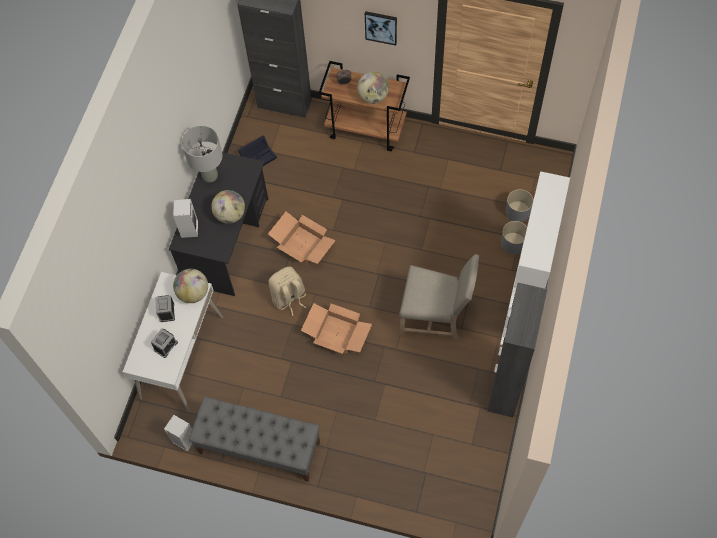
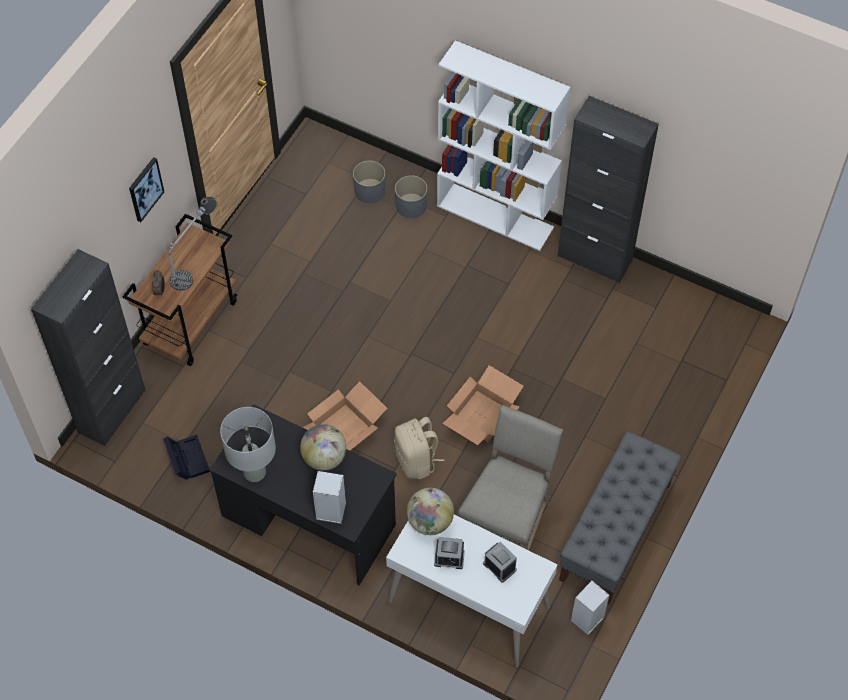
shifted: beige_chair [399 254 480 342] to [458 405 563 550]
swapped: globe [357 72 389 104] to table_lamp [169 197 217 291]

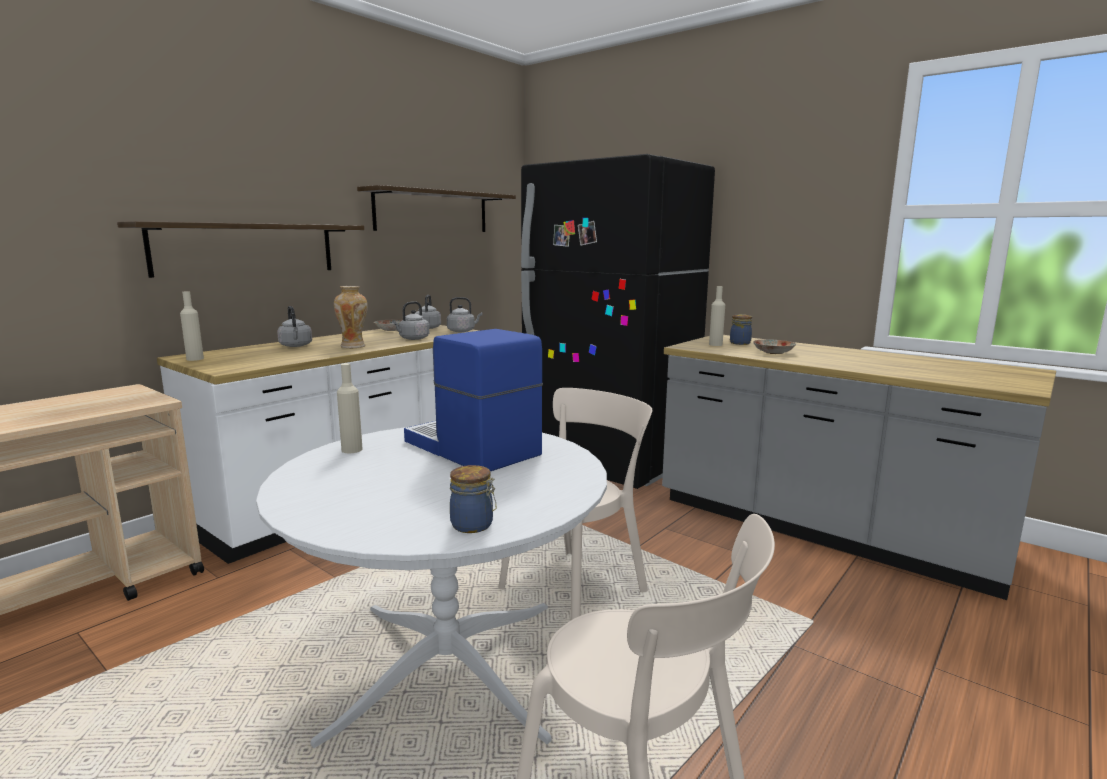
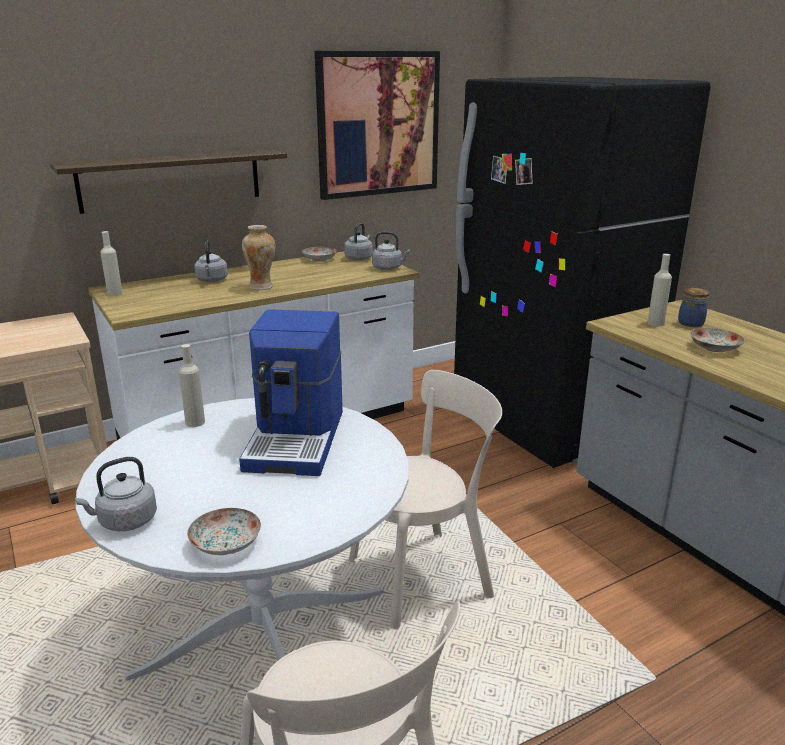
shifted: grey_kettle [392 301 430 340] to [74 457 157 531]
swapped: jar [450 465 496 533] to plate [187 508 261 555]; shelf [357 185 516 232] to picture [315 51 440 200]
rotated: coffee_machine [404 329 543 471] = [239 309 343 476] 150 degrees counterclockwise

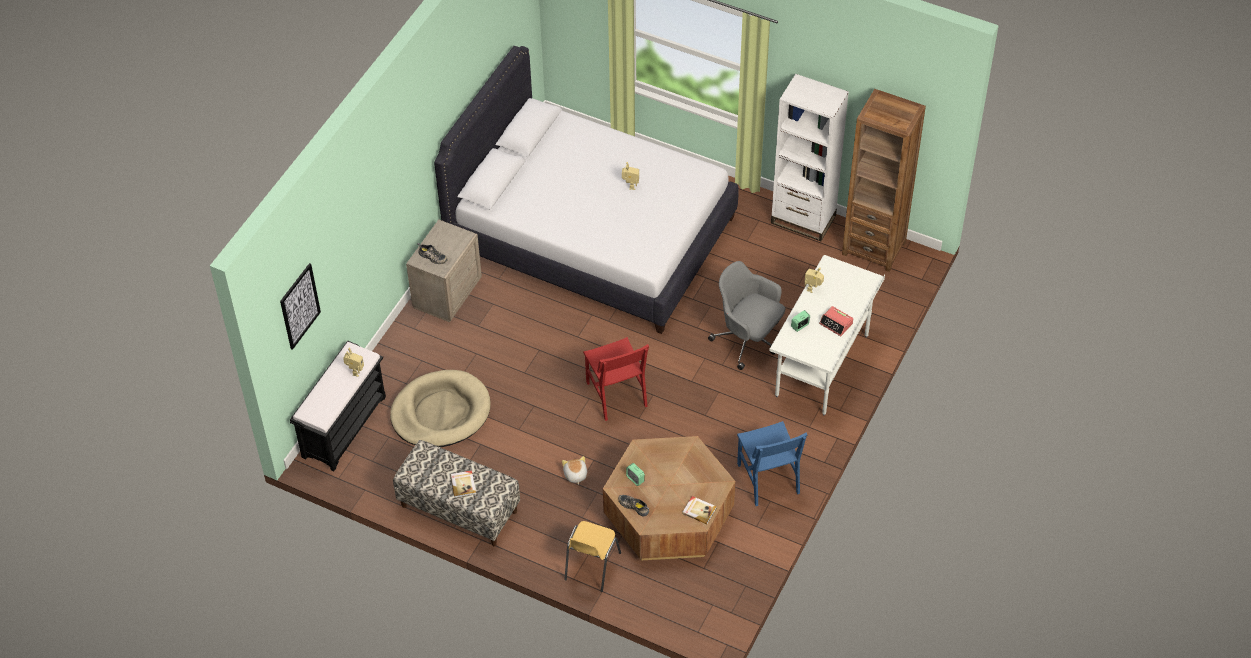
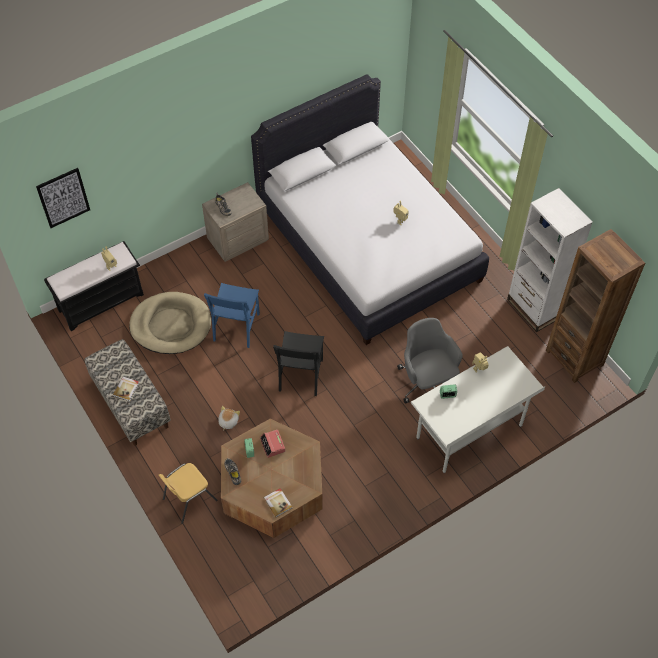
shifted: blue_chair [737 421 808 506] to [204 283 260 348]; alarm_clock [819 306 853 336] to [260 429 285 458]
repainted: red_chair [583 337 649 421] to black_chair [273 331 324 396]

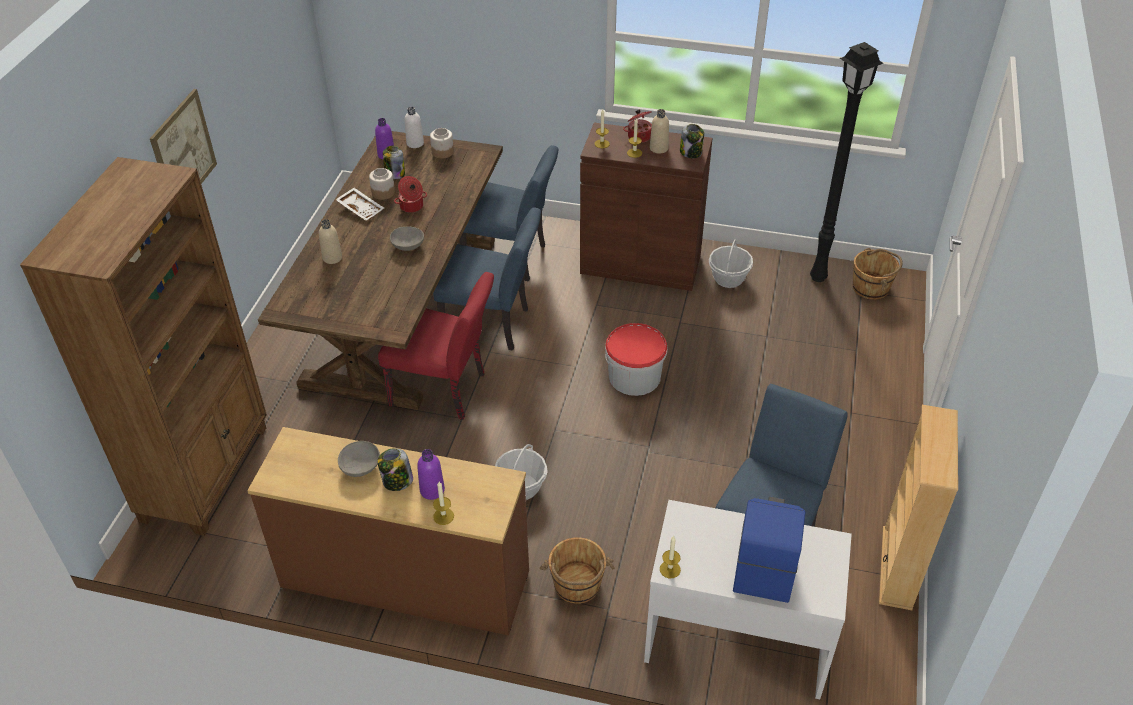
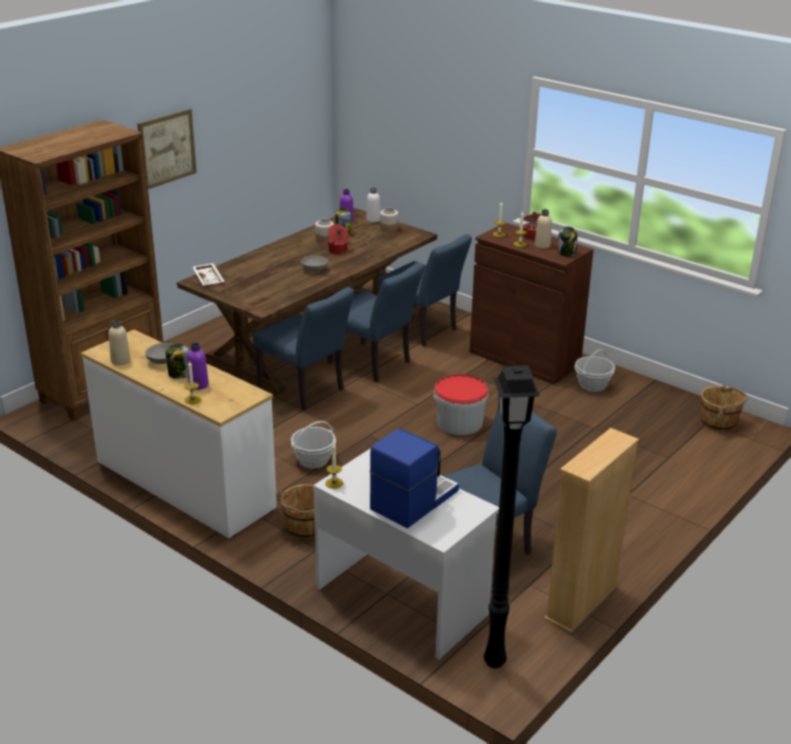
shifted: beige_bottle [319 219 342 264] to [109 319 131 365]; white_tray [335 188 384 221] to [193 263 224 287]; black_floor_lamp [810 42 883 282] to [484 365 540 668]
repainted: brown_dresser [247 427 529 636] to white_dresser [81 330 277 538]; red_chair [378 272 494 420] to blue_chair [253 287 354 411]

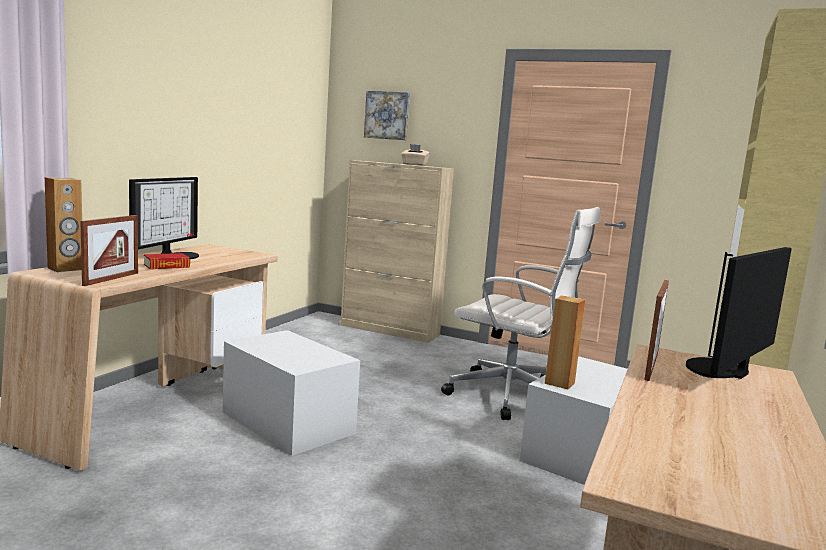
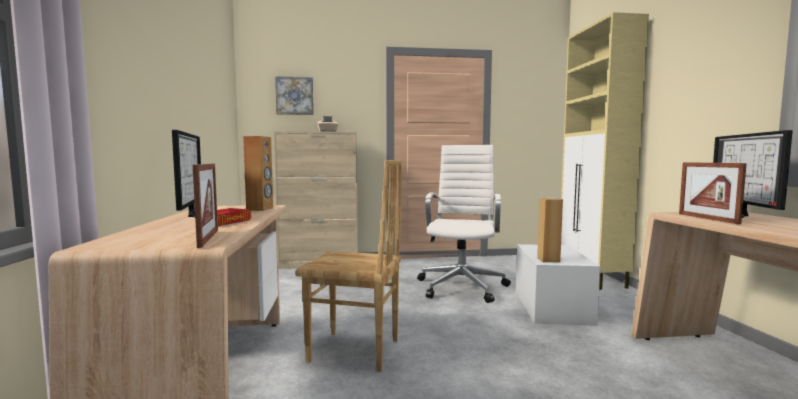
shifted: brown_speaker [45 177 82 272] to [243 136 273 211]
swapped: white_storage_box [223 330 360 456] to brown_chair [295 160 402 372]
rotated: white_office_chair [441 207 601 420] = [417 145 511 303] 75 degrees counterclockwise

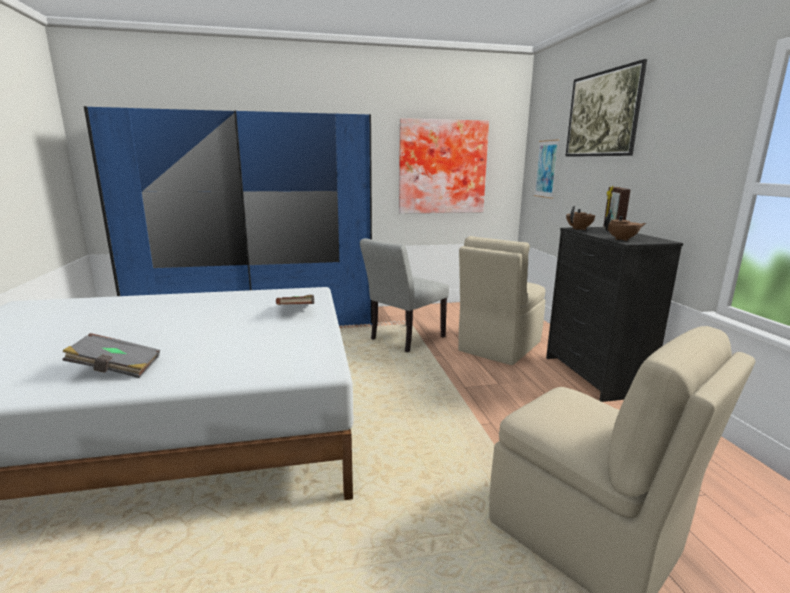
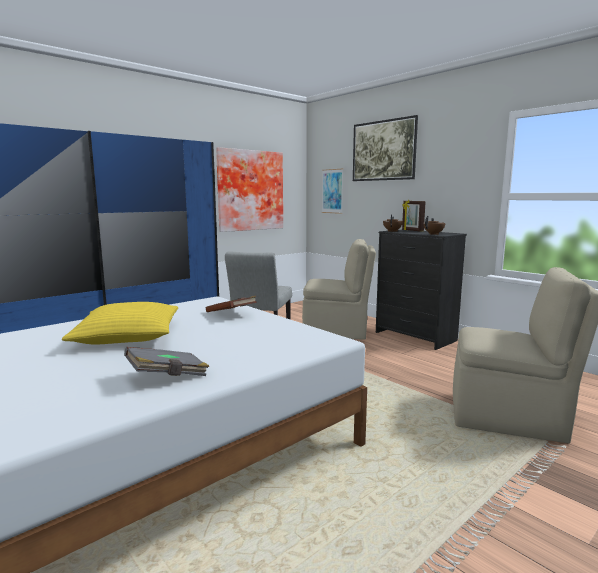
new: yellow_pillow [62 302 178 344]
rotated: beige_chair [458 236 545 365] = [302 239 376 340] 90 degrees counterclockwise

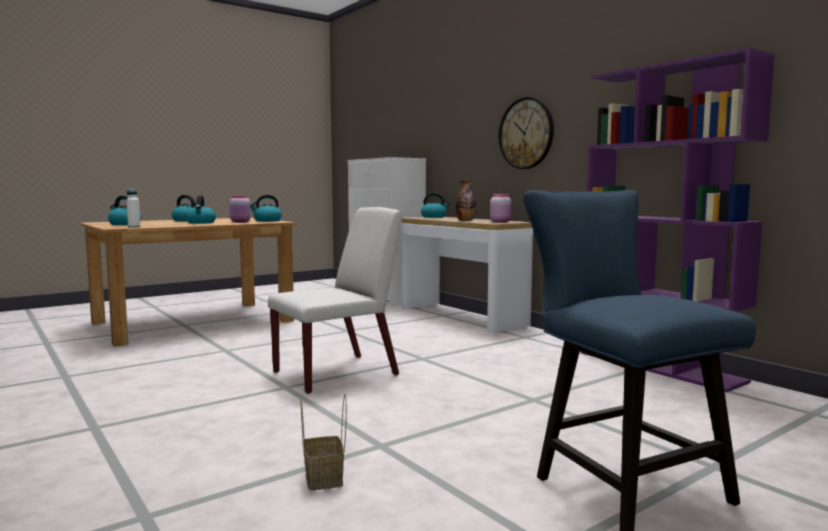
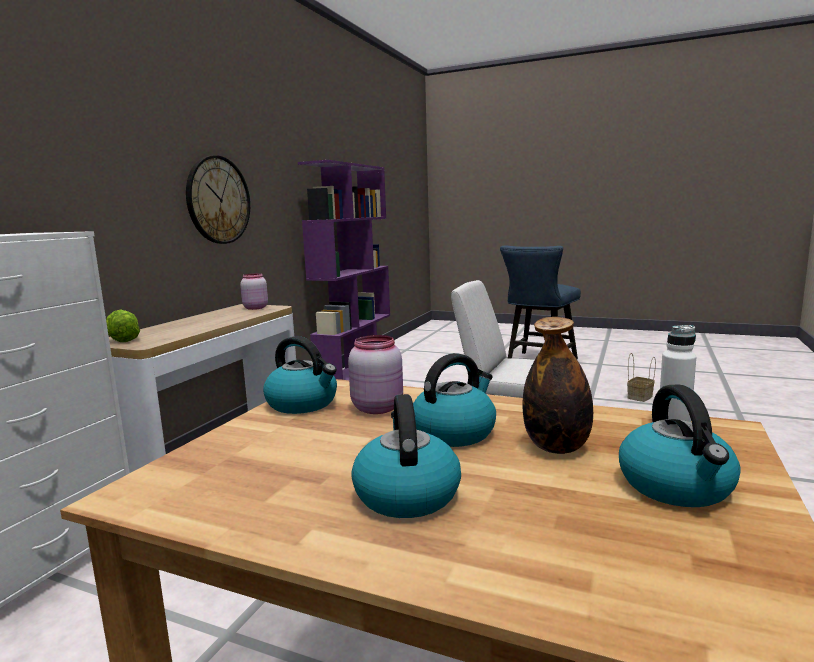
shifted: bottle [456 180 477 221] to [522 317 593 454]
swapped: kettle [421 193 450 218] to lettuce [106 310 140 342]

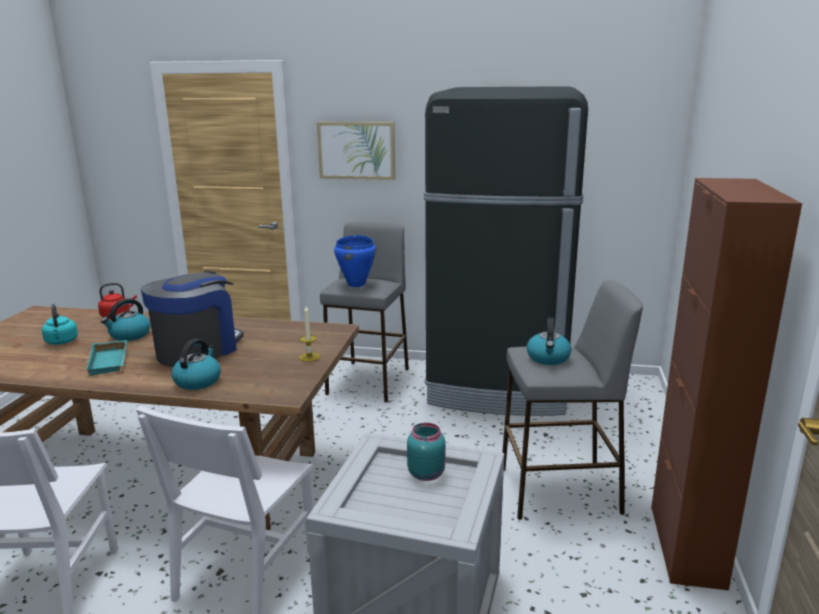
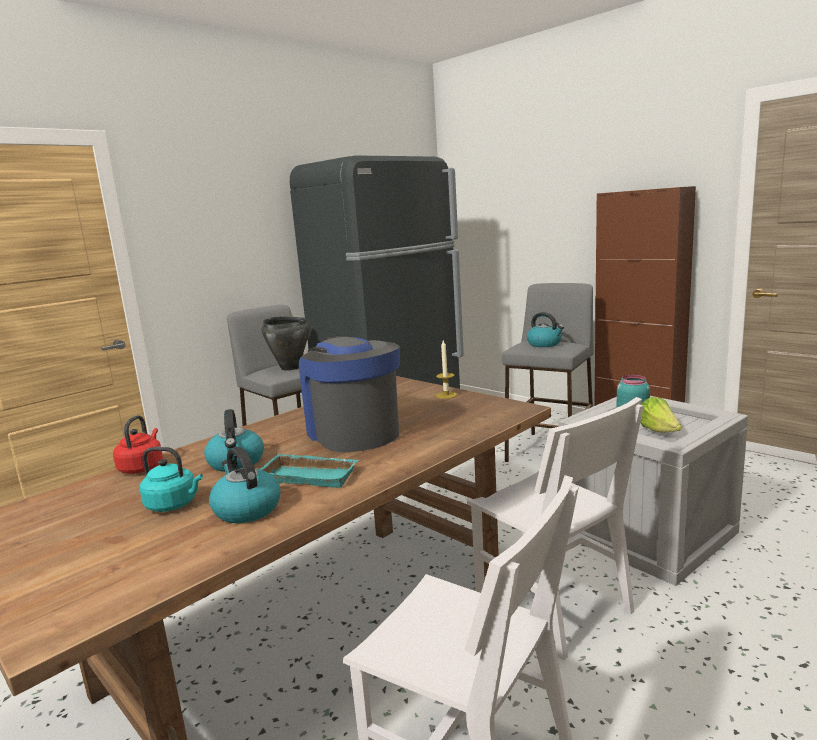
gone: picture [317 122 395 180]
new: lettuce [640 397 682 432]
shifted: kettle [172 339 221 390] to [209 447 280 523]
repainted: blue_cooking_pot [334 235 376 287] to black_cooking_pot [262 317 310 371]

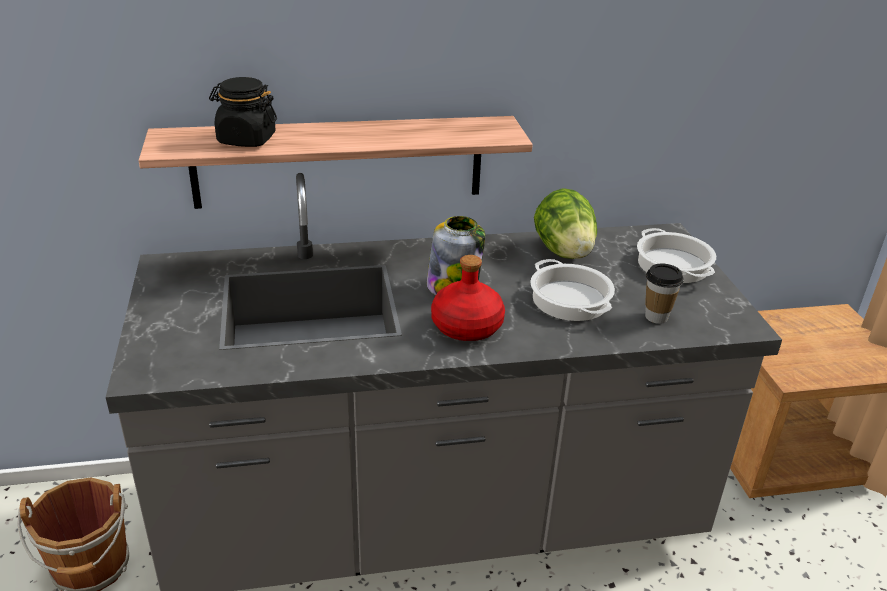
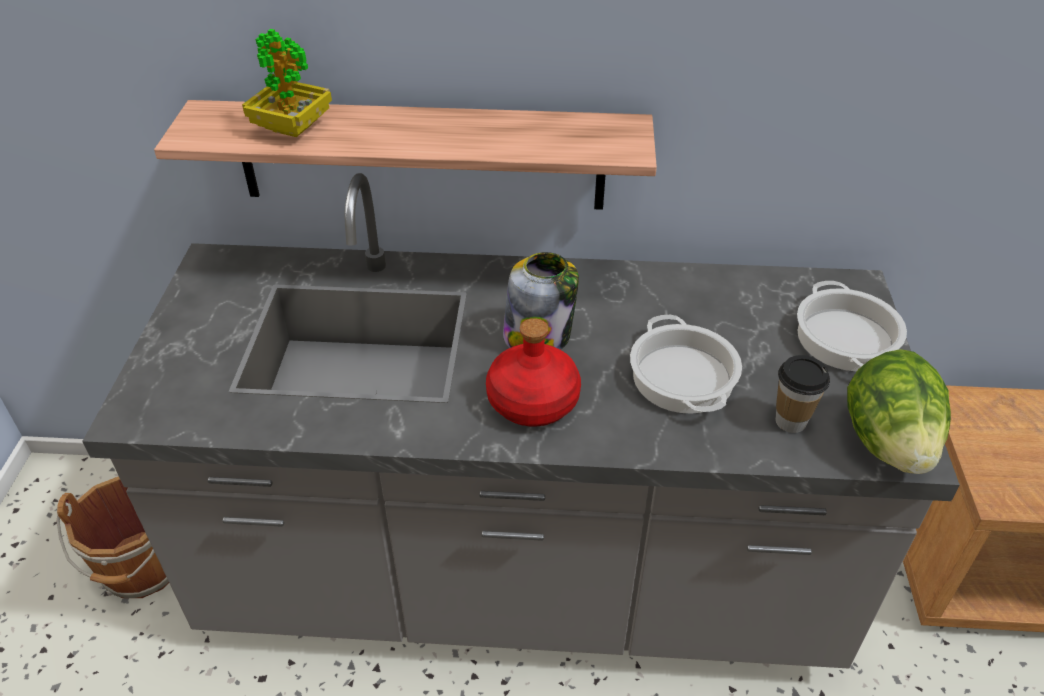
shifted: lettuce [534 188 597 259] to [847 349 951 474]
swapped: black_jar [209 77 277 147] to potted_plant [242 29 332 137]

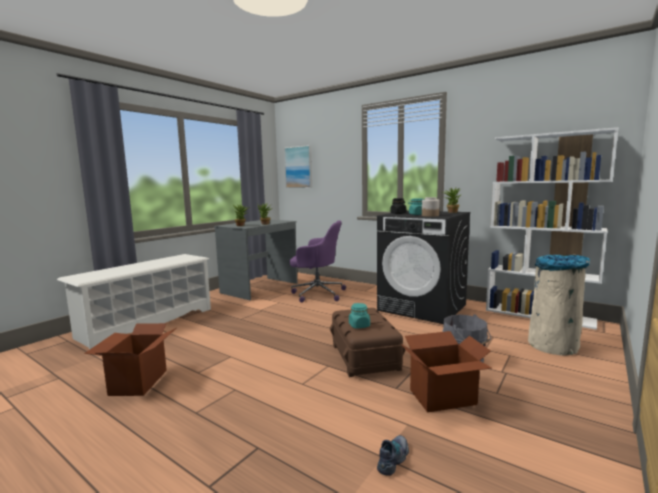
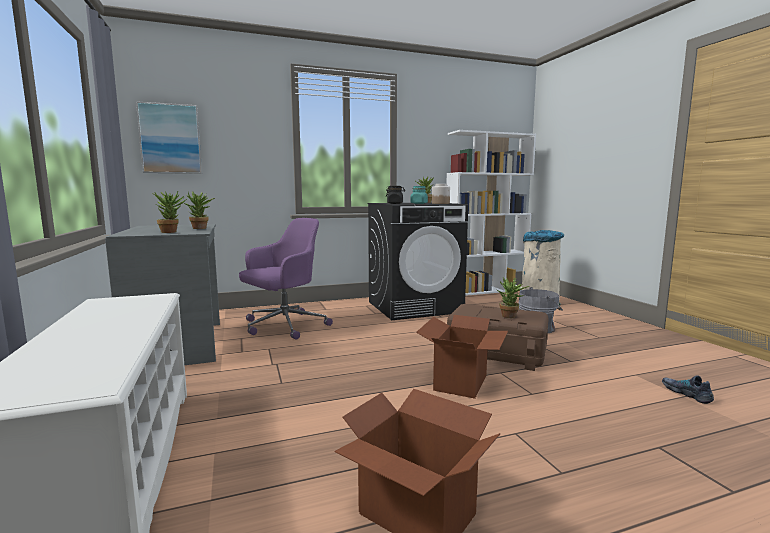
shifted: cardboard_box [400 331 492 413] to [416 315 508 399]
swapped: turquoise_jar [349 303 370 328] to potted_plant [497 277 529 318]

